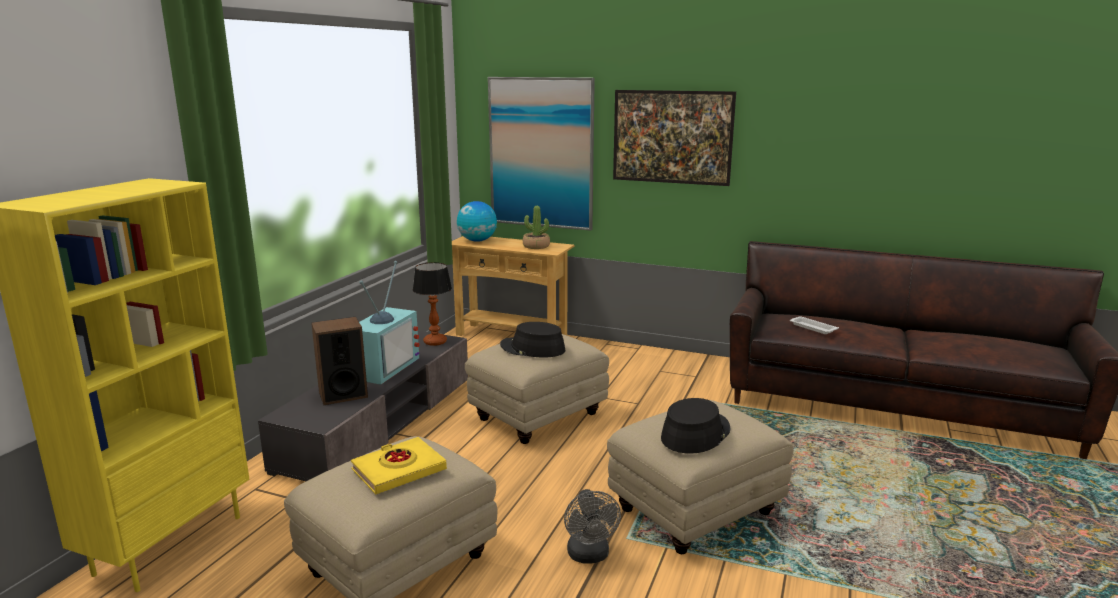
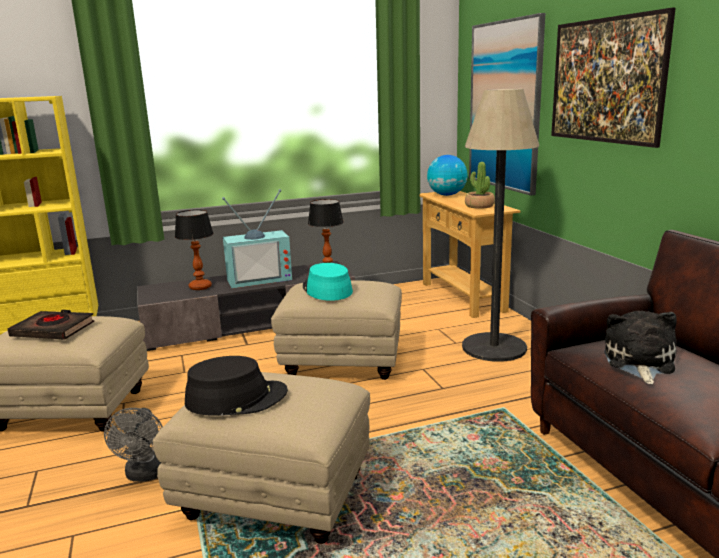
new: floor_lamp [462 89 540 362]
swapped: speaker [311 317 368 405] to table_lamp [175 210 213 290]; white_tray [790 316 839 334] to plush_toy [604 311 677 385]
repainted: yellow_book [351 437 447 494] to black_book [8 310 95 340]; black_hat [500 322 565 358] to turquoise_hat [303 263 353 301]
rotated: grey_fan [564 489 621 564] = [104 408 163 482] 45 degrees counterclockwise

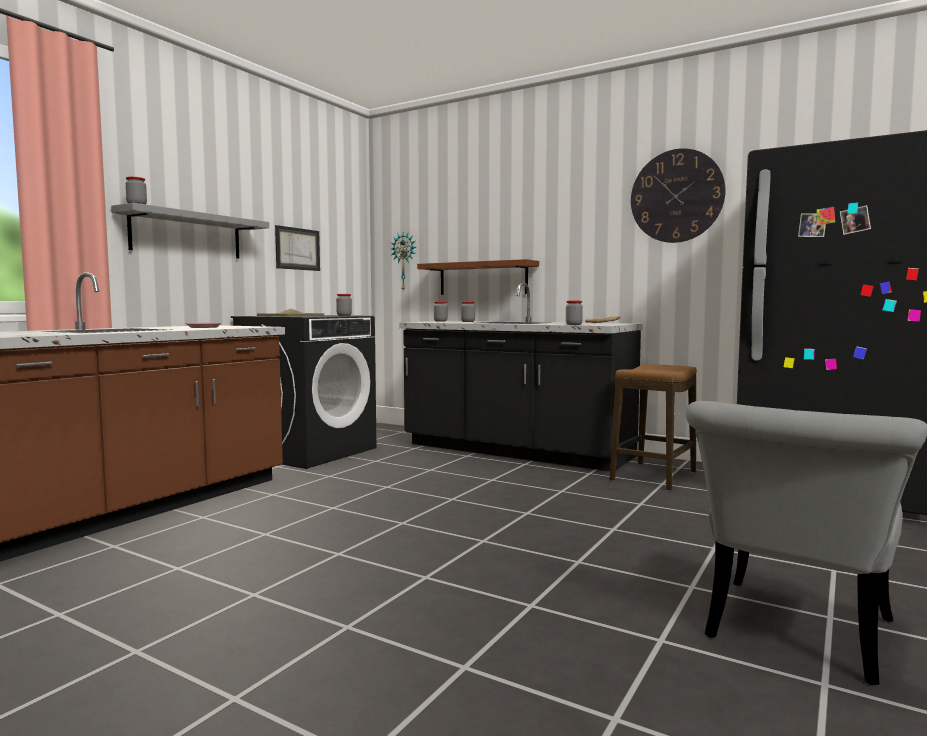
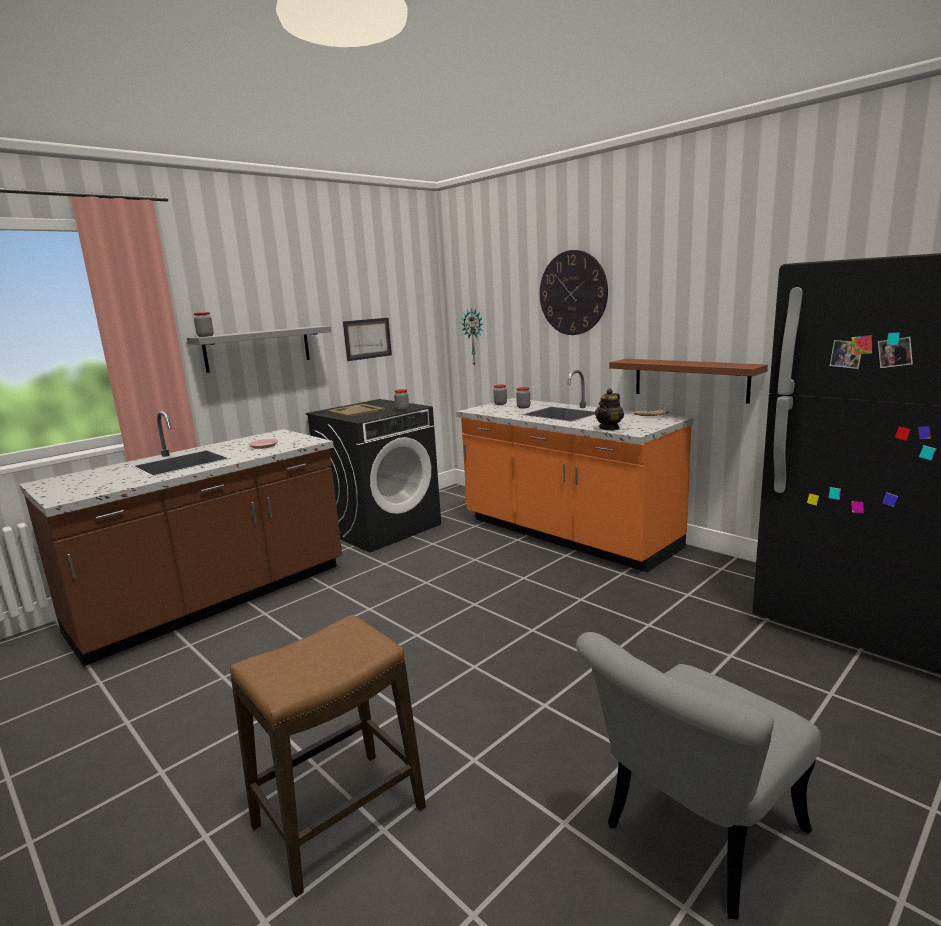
shifted: stool [609 364 697 491] to [230 614 426 897]; wall_clock [631 148 726 243] to [540 250 608 335]; brown_shelf [417 259 539 295] to [609 359 768 404]
swapped: jar [566 301 583 325] to teapot [595 388 624 431]
repainted: black_counter [399 283 643 471] to orange_counter [456 370 693 573]

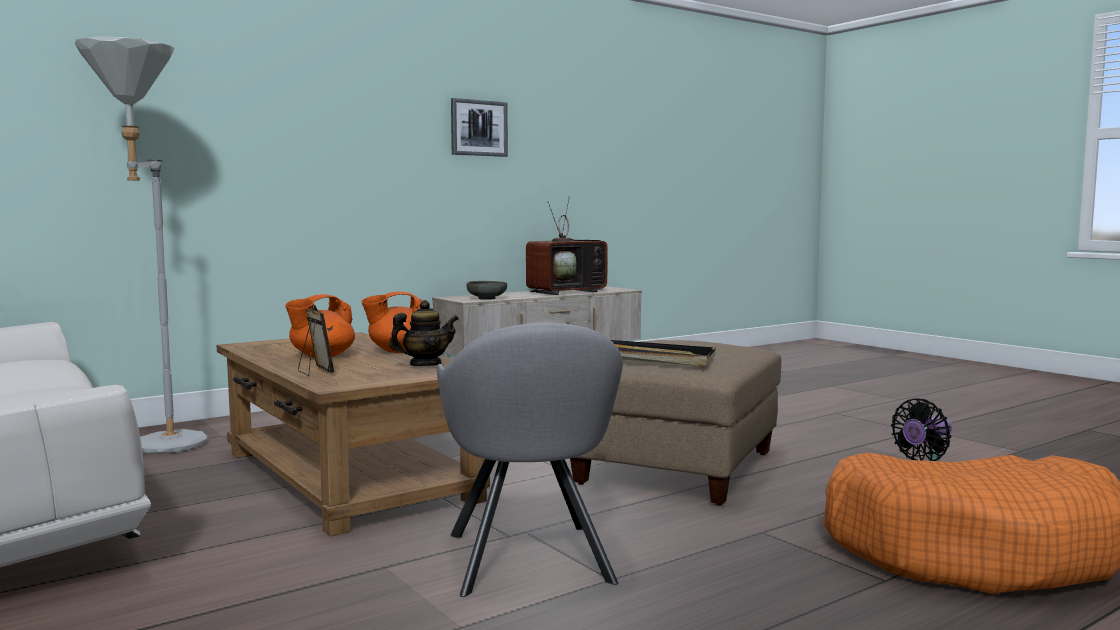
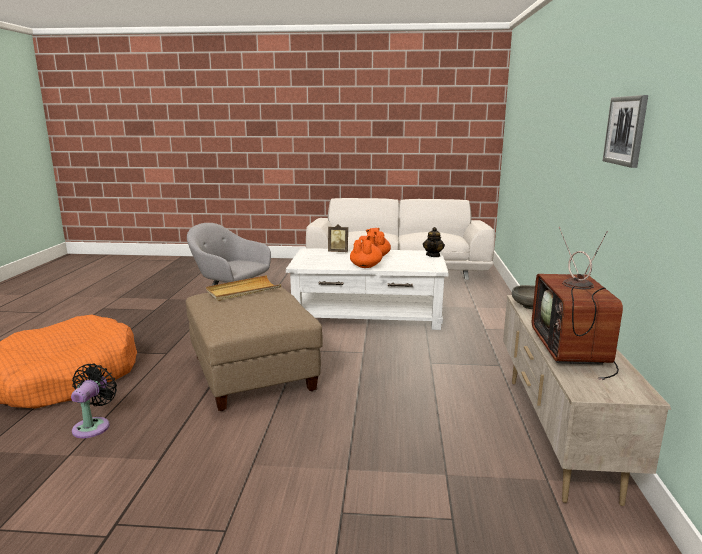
gone: grey_floor_lamp [75 36 208 454]
shifted: teapot [389 300 459 366] to [423 227 445 257]
repainted: black_tray [611 340 716 366] to beige_tray [206 275 281 301]; brown_coffee_table [216 332 490 537] to white_coffee_table [286 248 449 330]

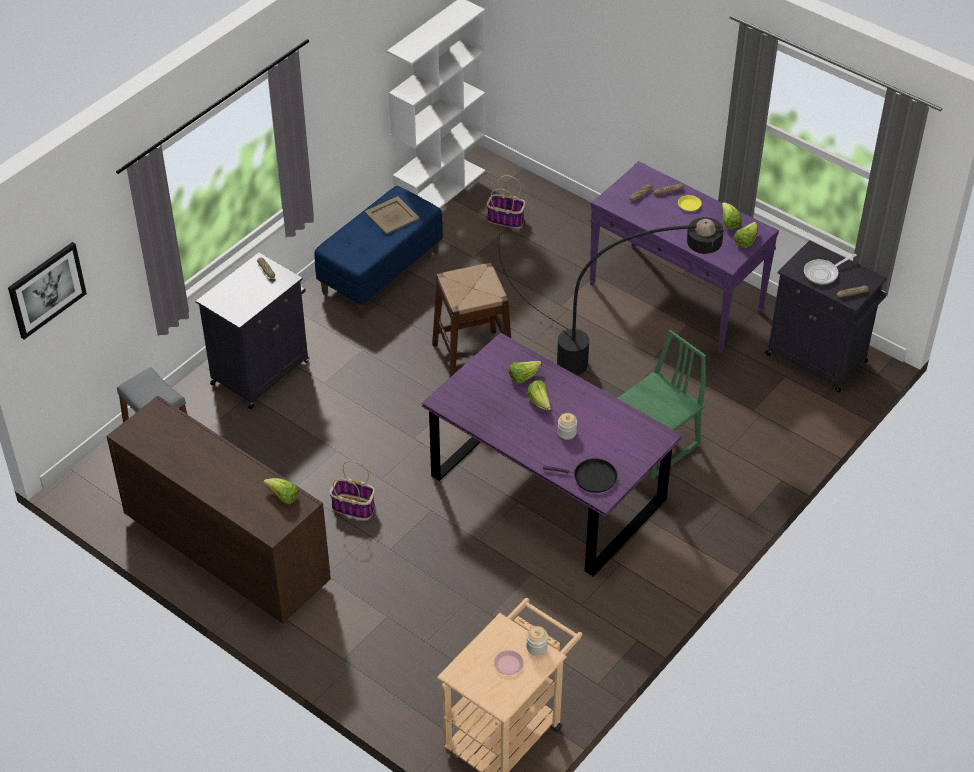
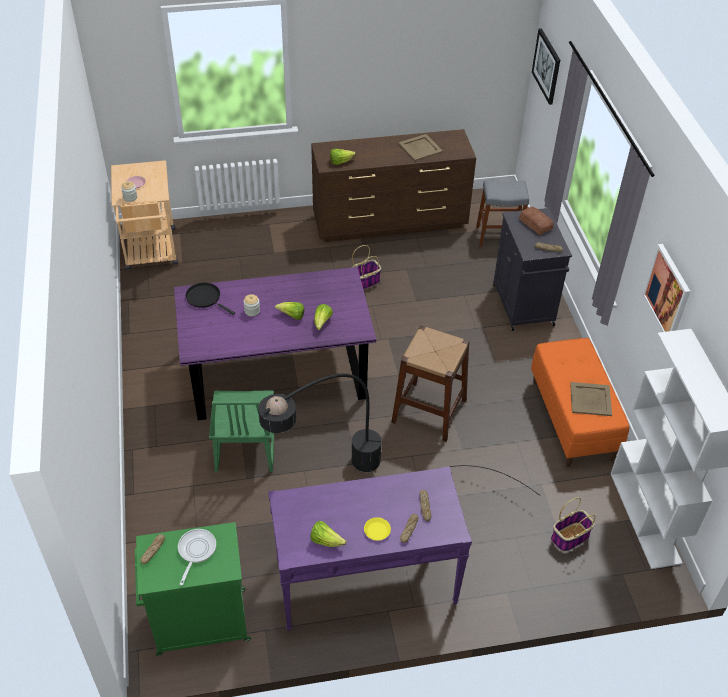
gone: lettuce [734 222 757 248]
new: beige_tray [398 134 443 161]; bread [519 207 553 235]; picture [642 244 690 332]
repainted: black_cabinet [765 240 887 392] to green_cabinet [135 522 251 656]; blue_bench [314 186 443 316] to orange_bench [531 338 630 467]
rotated: black_frying_pan [543 458 617 493] = [186 283 235 315] 75 degrees clockwise

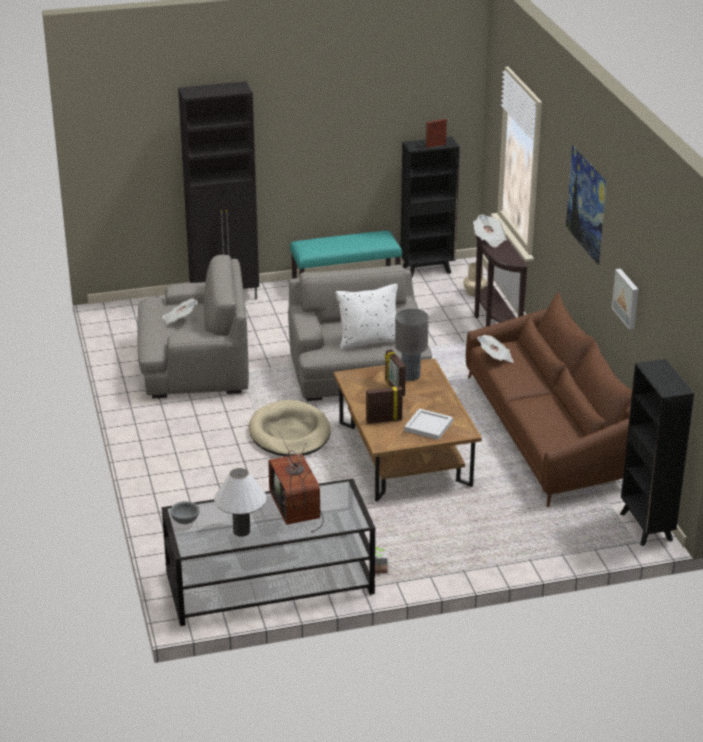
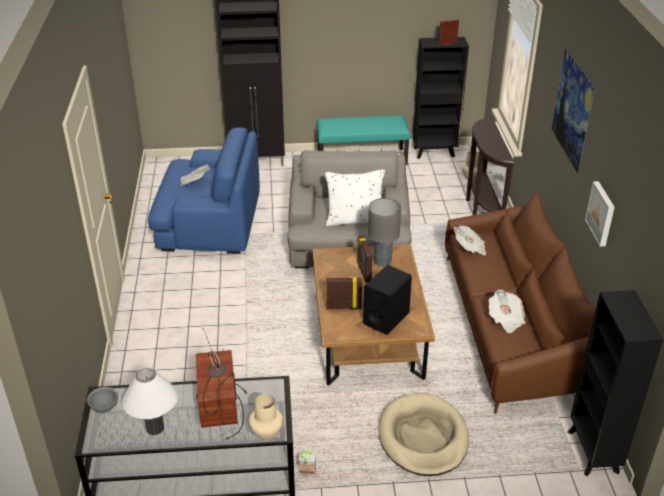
new: beige_vase [249 394 283 440]
shifted: beige_dog_bed [249 400 331 456] to [378 393 469 476]; newspaper [473 214 507 248] to [489 290 526 333]
swapped: white_tray [404 409 453 440] to black_speaker [363 265 412 335]
repainted: grey_armchair [137 255 249 399] to blue_armchair [148 127 260 254]

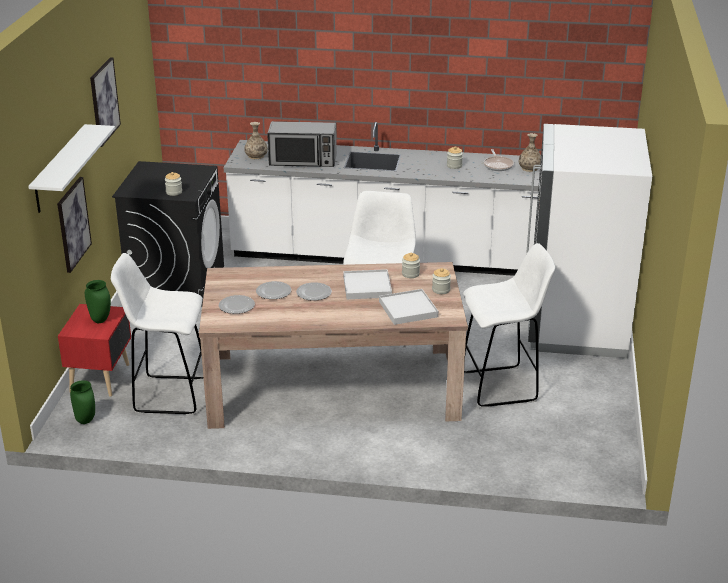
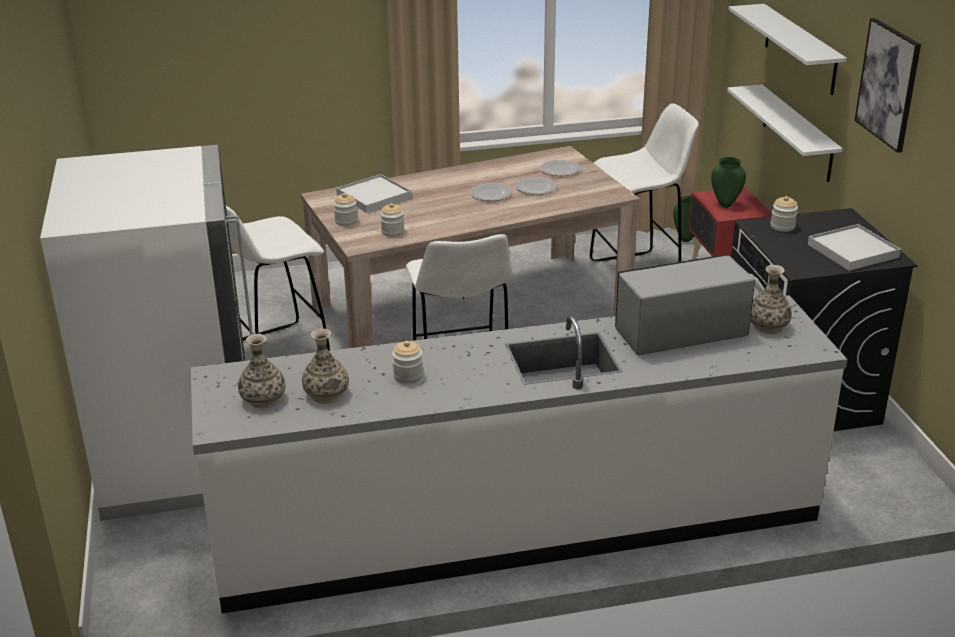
shifted: white_tray [343 269 392 299] to [808 224 901 271]
swapped: frying_pan [484 149 514 171] to vase [302 329 349 403]; picture [57 177 92 273] to white_shelf [727 85 843 182]

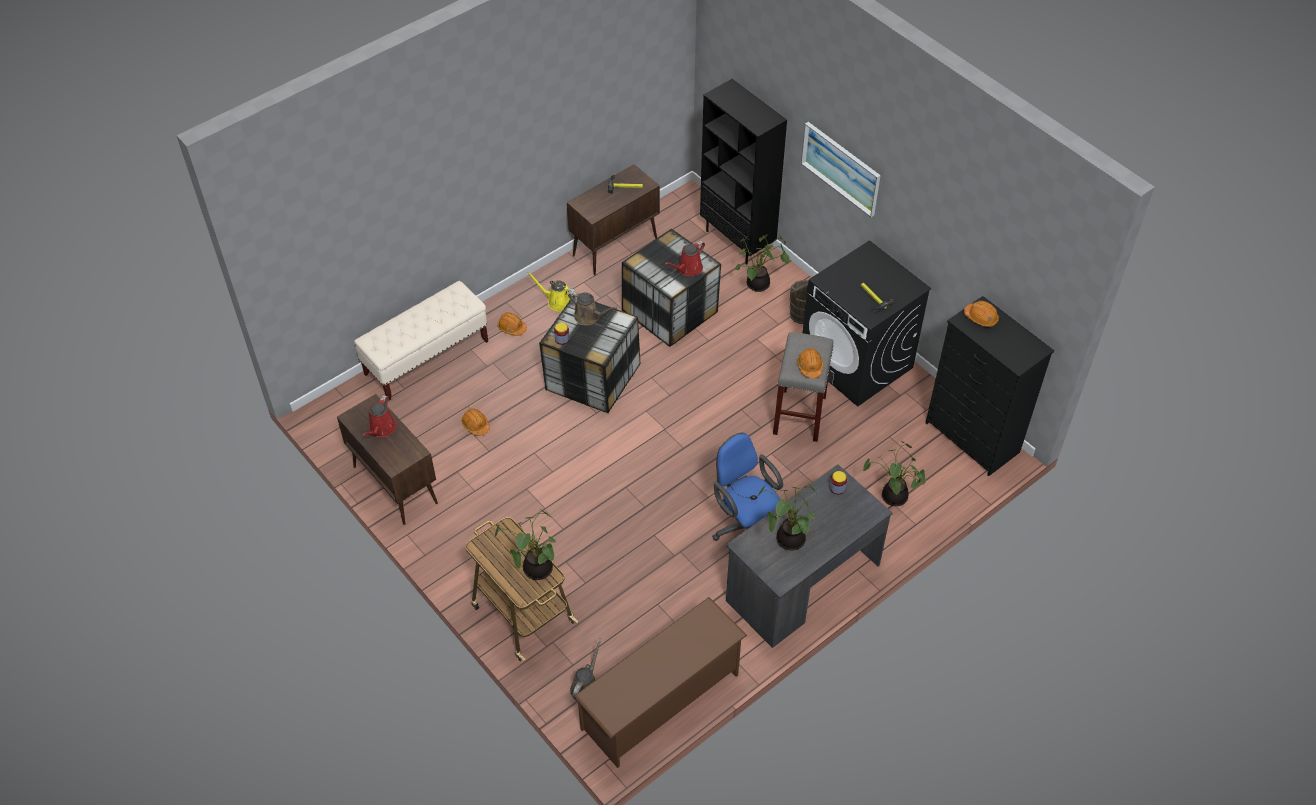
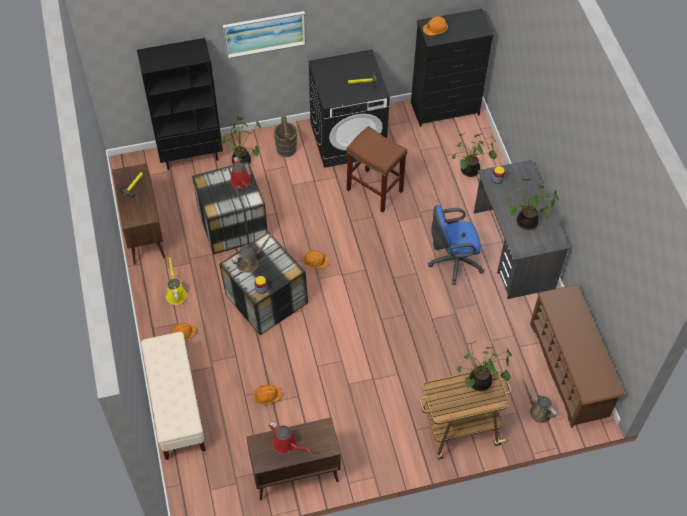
shifted: orange_hard_hat [797 348 823 378] to [303 250 329 269]
repainted: grey_stool [773 332 834 442] to brown_stool [347 126 407 213]
rotated: yellow_watering_can [527 272 576 312] = [166 257 187 305] 120 degrees clockwise

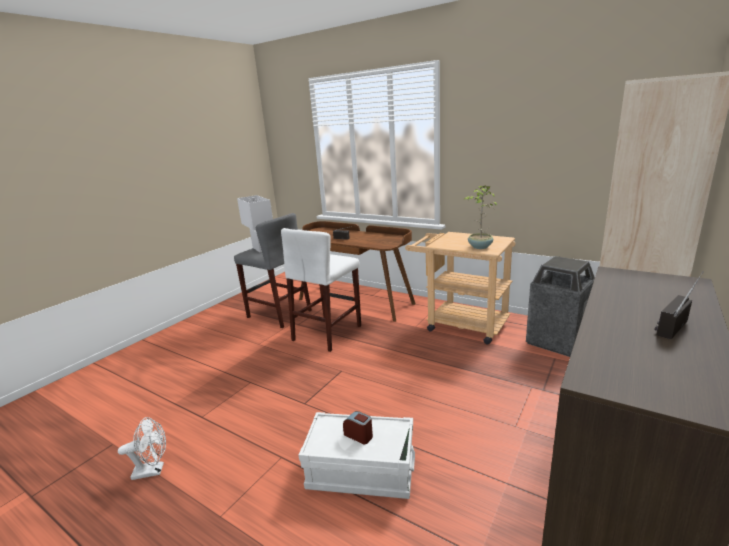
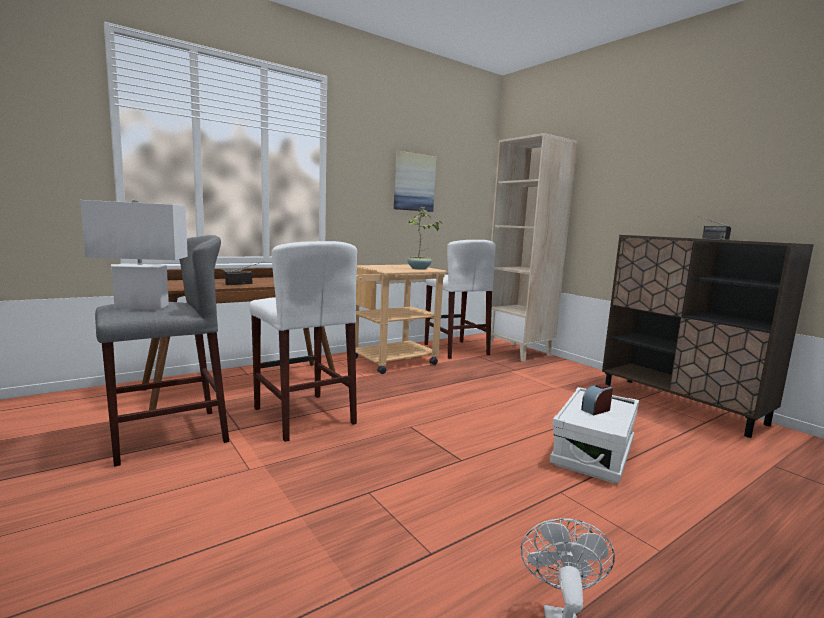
new: picture [394 151 436 212]
swapped: trash_can [526 256 595 357] to white_stool [424 240 496 359]

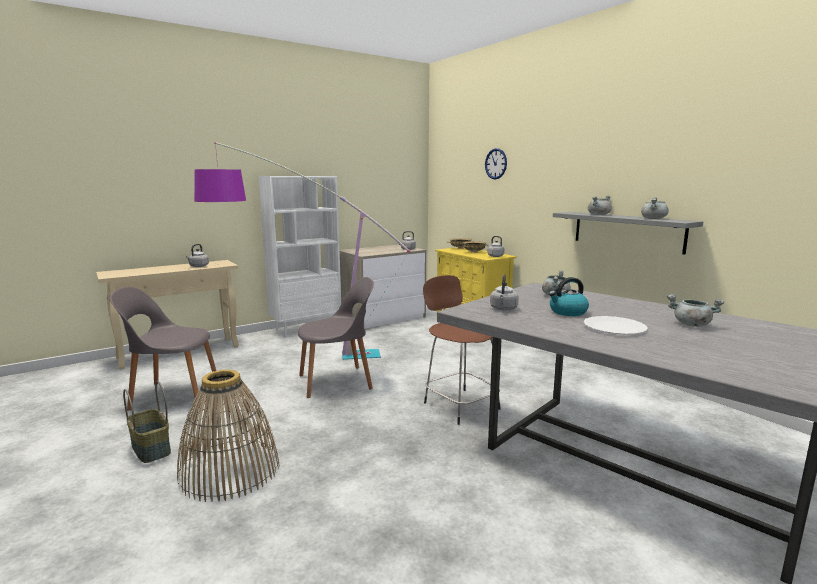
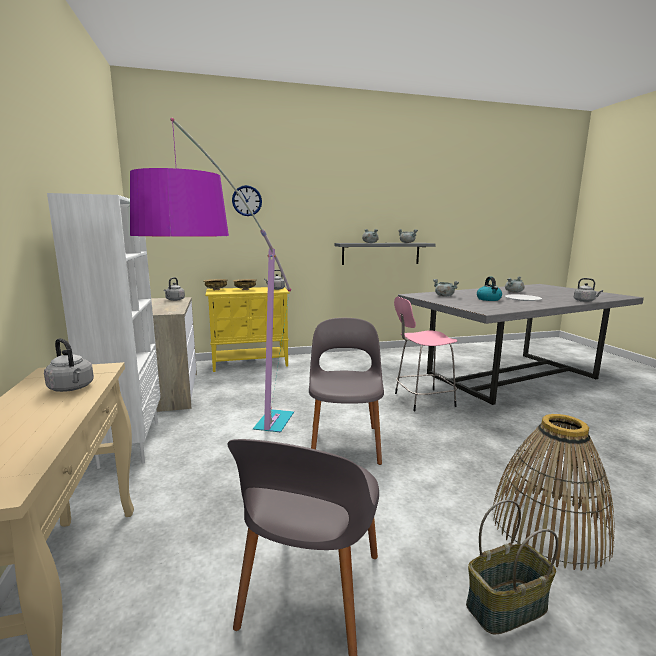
shifted: grey_kettle [490 274 519 311] to [574 278 603 302]
repainted: brown_stool [423 275 501 425] to pink_stool [394 297 457 411]

